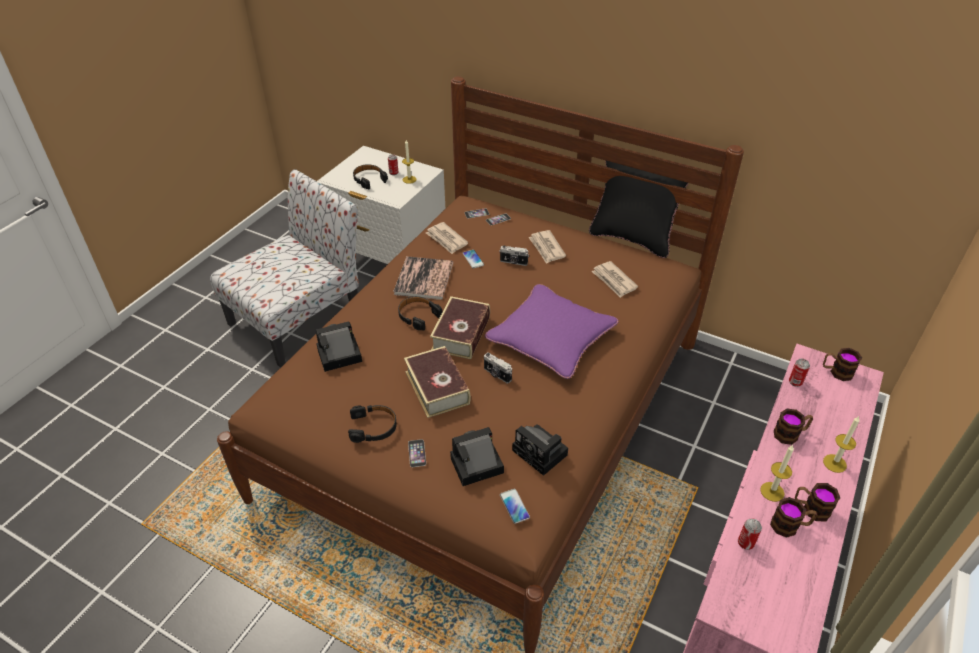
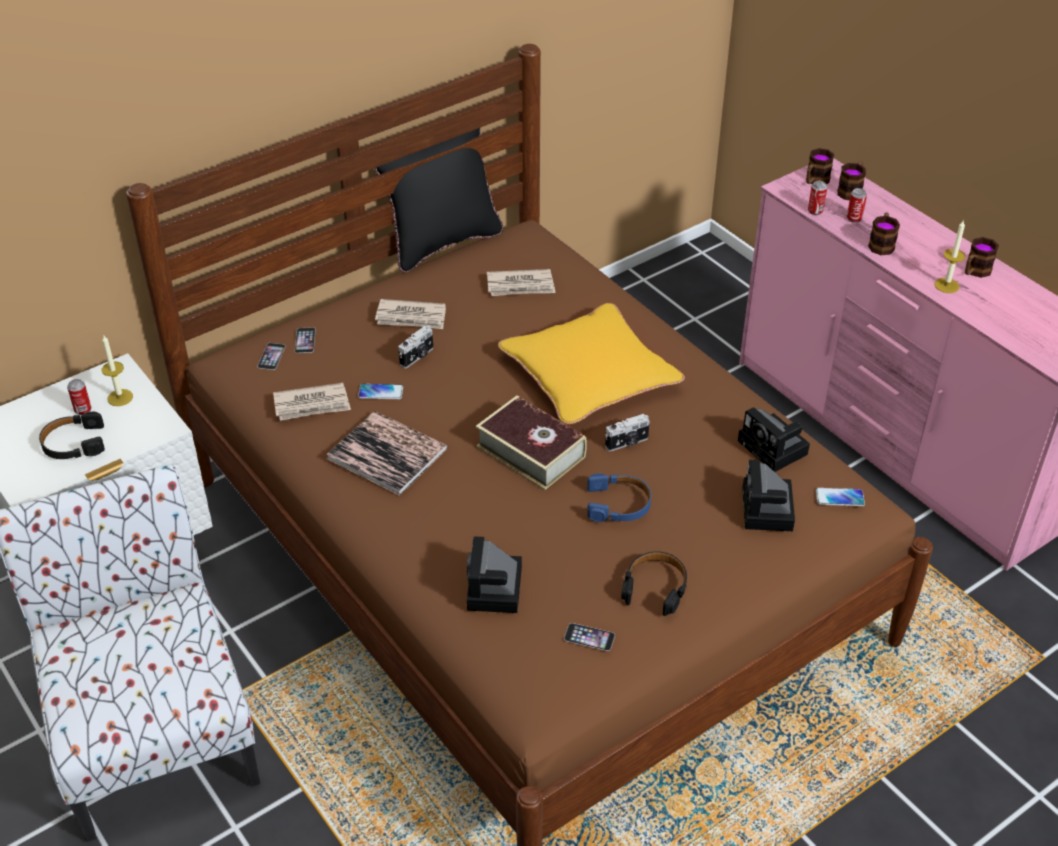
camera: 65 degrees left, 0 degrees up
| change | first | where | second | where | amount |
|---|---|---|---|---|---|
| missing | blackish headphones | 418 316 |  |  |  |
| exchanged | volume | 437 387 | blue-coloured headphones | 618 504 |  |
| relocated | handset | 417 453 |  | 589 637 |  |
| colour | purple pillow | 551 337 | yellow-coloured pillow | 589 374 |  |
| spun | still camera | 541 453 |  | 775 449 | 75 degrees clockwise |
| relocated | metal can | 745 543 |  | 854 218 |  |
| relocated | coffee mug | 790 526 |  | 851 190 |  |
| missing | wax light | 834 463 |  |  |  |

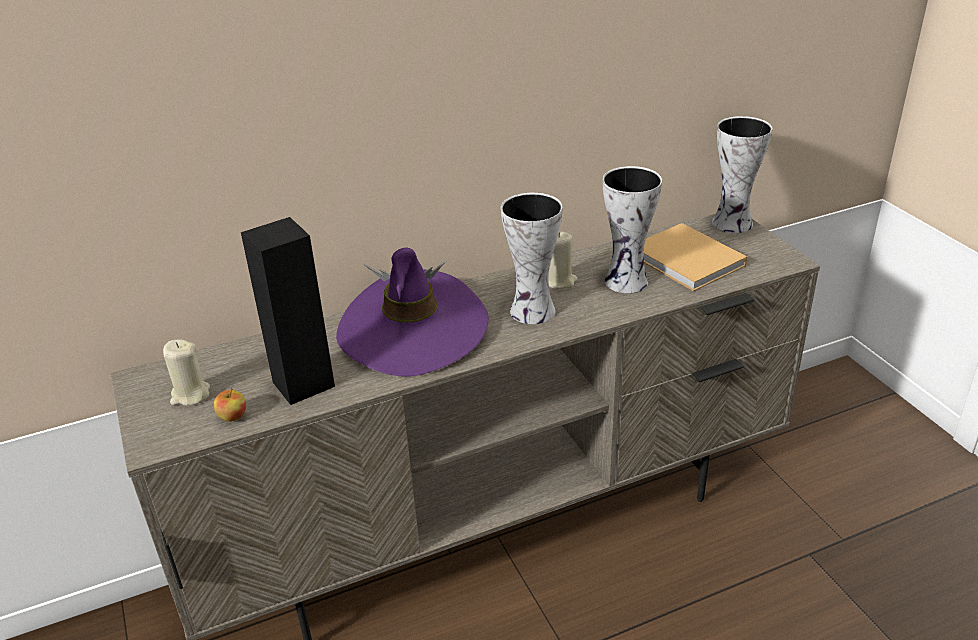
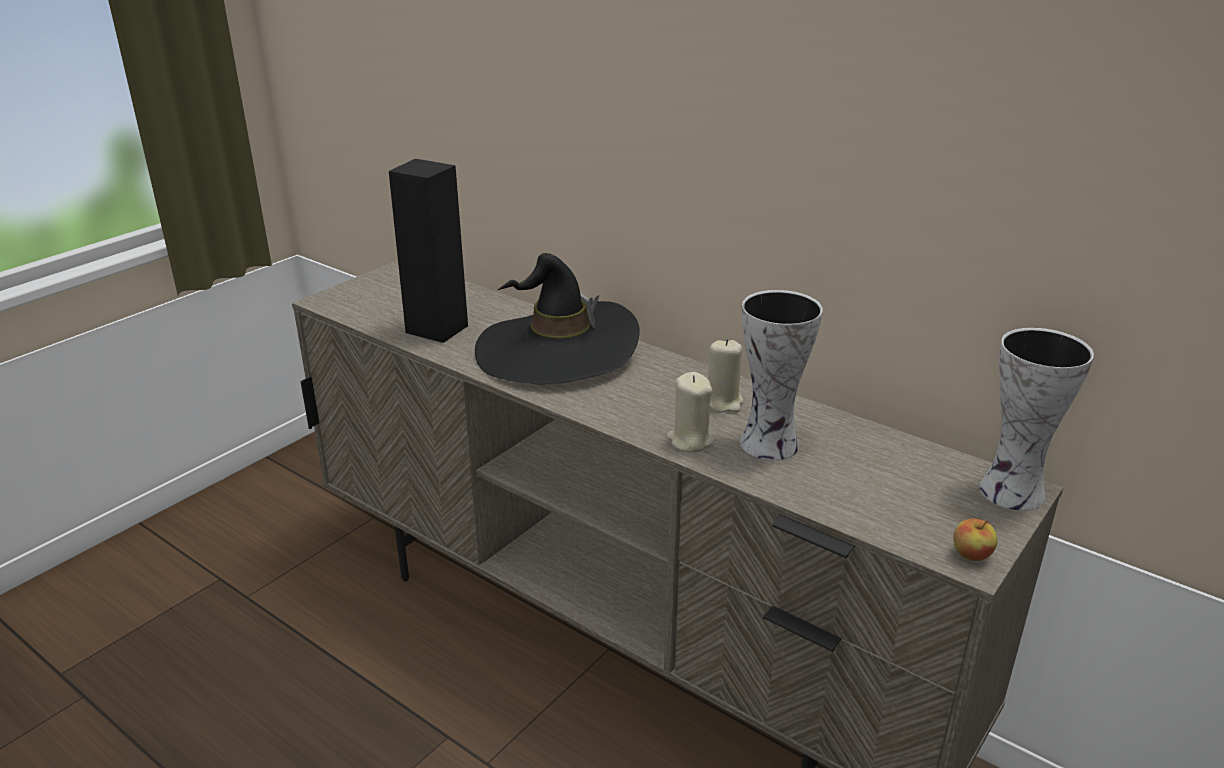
camera: 60 degrees right, 5 degrees down
| change | first | where | second | where | amount |
|---|---|---|---|---|---|
| relocated | sand-coloured wax light | 190 395 |  | 690 441 |  |
| relocated | whole apple | 233 417 |  | 971 555 |  |
| colour | purple hat | 412 330 | blackish hat | 557 351 |  |
| missing | flower vase | 530 312 |  |  |  |
| missing | sand-coloured volume | 689 261 |  |  |  |

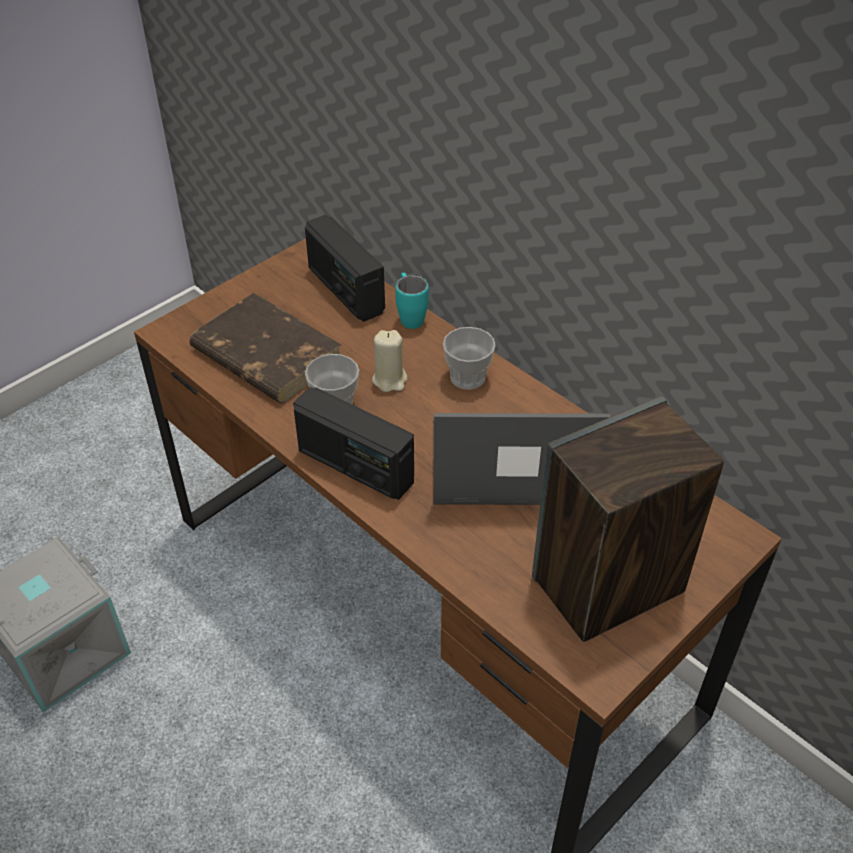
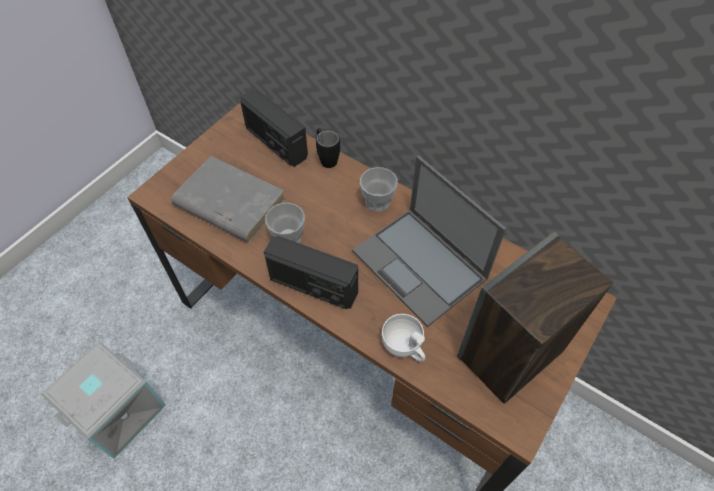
camera: 10 degrees left, 10 degrees up
| change | first | where | second | where | amount |
|---|---|---|---|---|---|
| colour | brown-coloured volume | 265 354 | grey volume | 229 203 |  |
| missing | sand-coloured wax light | 390 380 |  |  |  |
| colour | turquoise coffee mug | 410 316 | blackish coffee mug | 326 158 |  |
| spun | laptop | 508 461 |  | 420 265 | 120 degrees counterclockwise |
| appeared |  |  | white drinking cup | 404 347 |  |

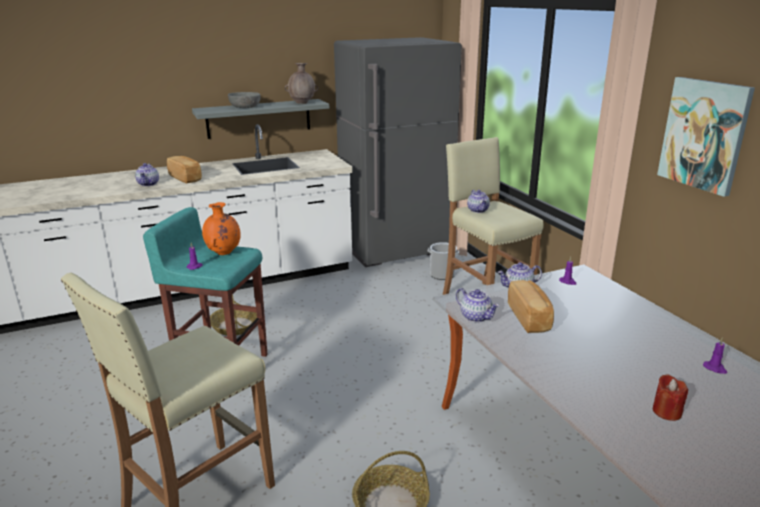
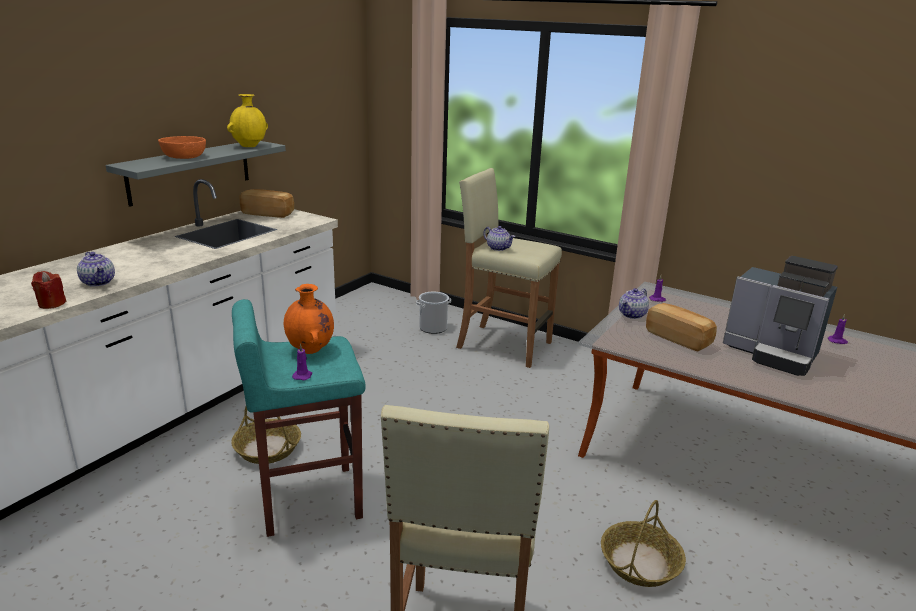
camera: 35 degrees left, 0 degrees up
| change | first | where | second | where | amount |
|---|---|---|---|---|---|
| relocated | bakery bread | 186 178 |  | 268 213 |  |
| colour | grey deep dish | 245 107 | orangey deep dish | 184 157 |  |
| colour | brown-coloured flower vase | 302 103 | yellow-coloured flower vase | 249 146 |  |
| missing | grey kitchen fridge | 396 252 |  |  |  |
| missing | teapot | 476 317 |  |  |  |
| relocated | reddish wax light | 666 412 |  | 51 304 |  |
| missing | wall picture | 704 134 |  |  |  |
| appeared |  |  | coffee maker | 772 354 |  |

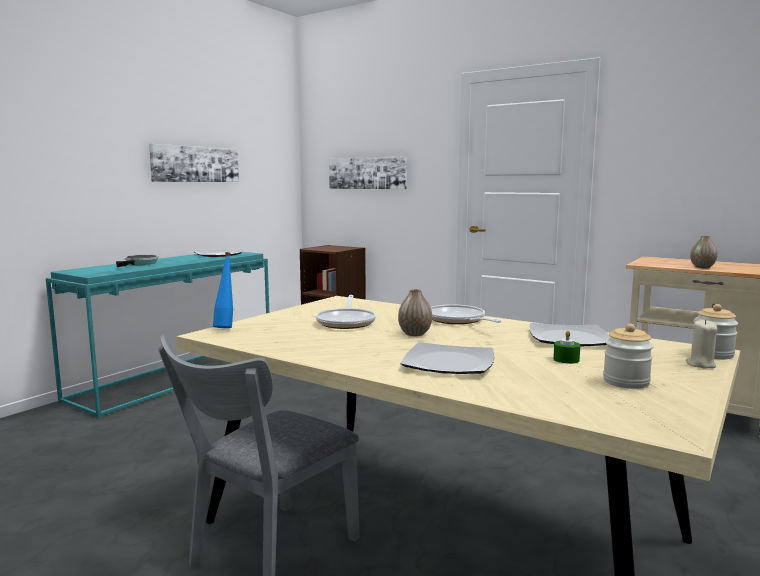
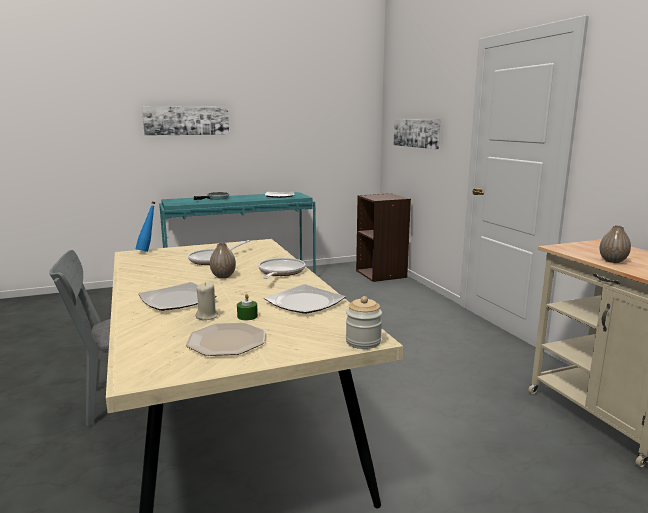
camera: 35 degrees right, 5 degrees up
| change | first | where | second | where | amount |
|---|---|---|---|---|---|
| relocated | wall picture | 195 164 |  | 186 120 |  |
| exchanged | jar | 626 382 | plate | 227 341 |  |
| relocated | sand-coloured wax light | 700 364 |  | 207 316 |  |

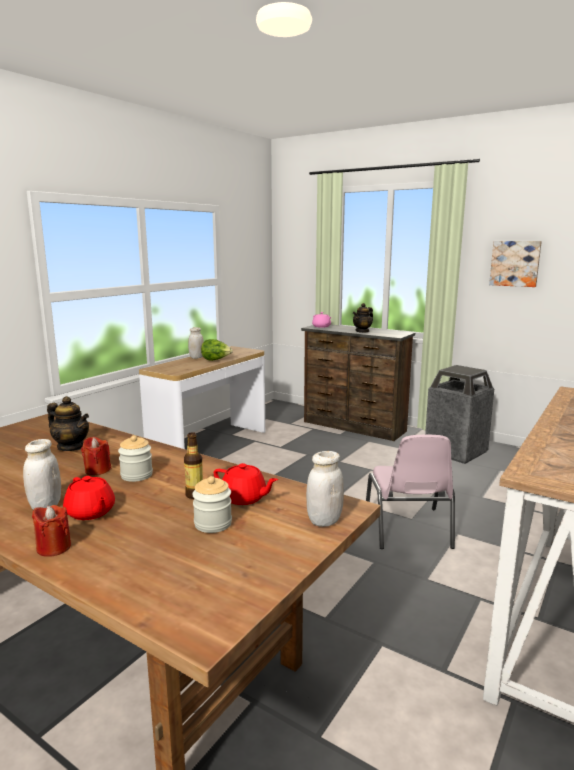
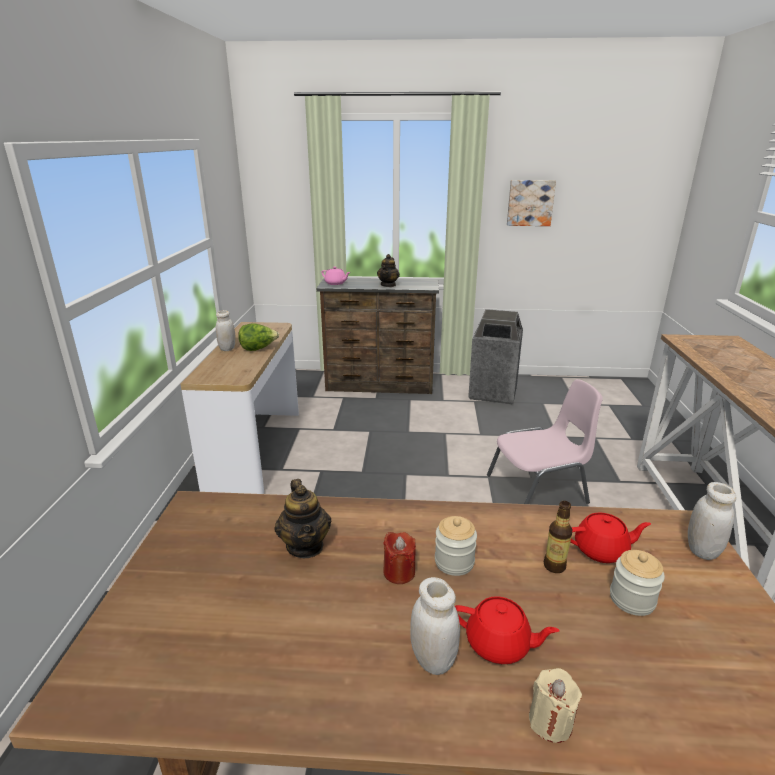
camera: 30 degrees left, 10 degrees up
| change | first | where | second | where | amount |
|---|---|---|---|---|---|
| colour | reddish wax light | 54 547 | sand-coloured wax light | 550 721 |  |
| spun | teapot | 71 447 |  | 305 546 | 75 degrees clockwise |
| spun | pink upright chair | 408 529 |  | 538 489 | 75 degrees counterclockwise |

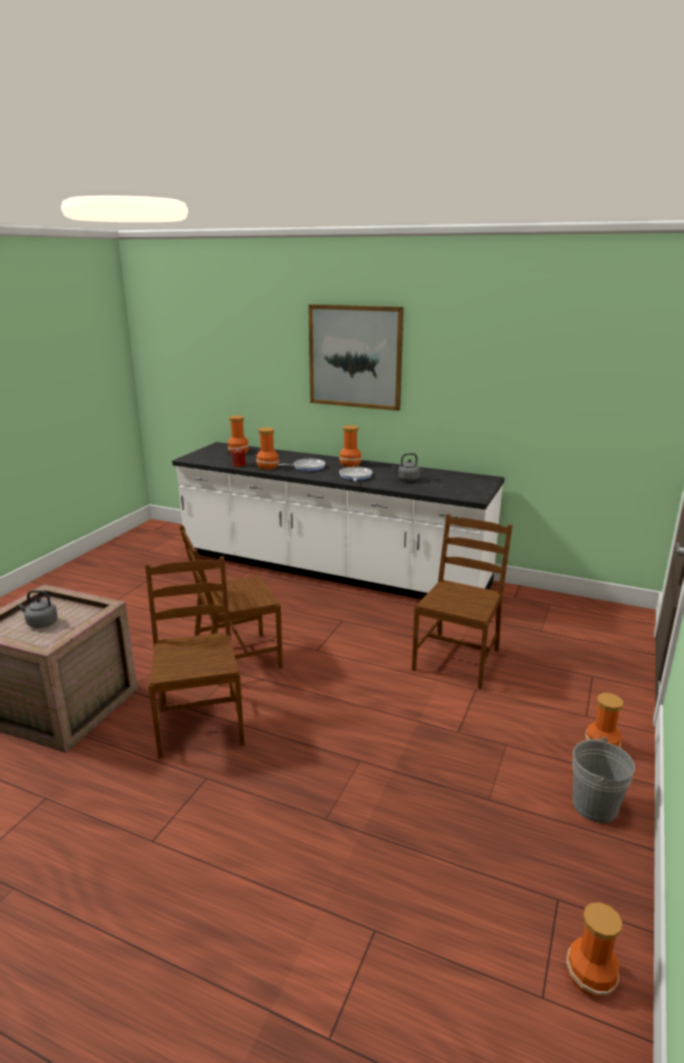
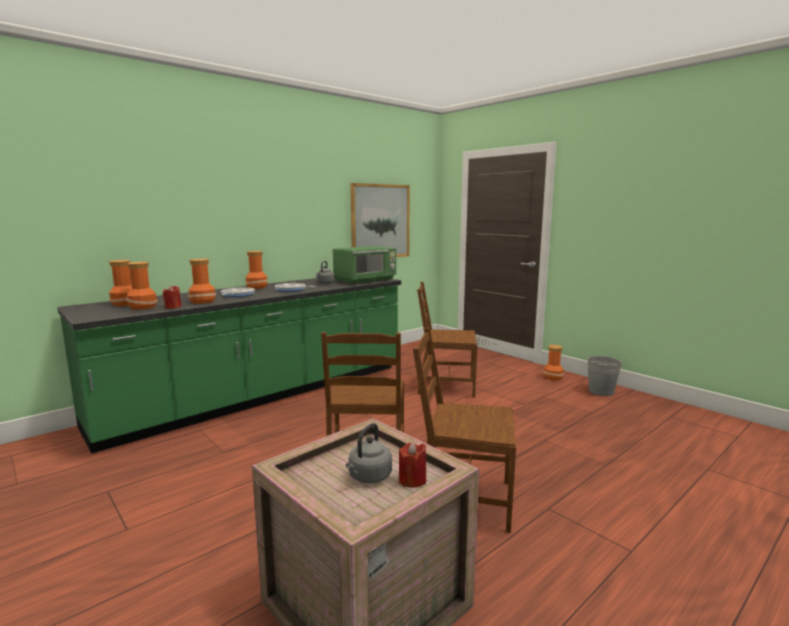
camera: 65 degrees left, 10 degrees down
| change | first | where | second | where | amount |
|---|---|---|---|---|---|
| colour | white kitchen counter | 332 570 | green kitchen counter | 262 394 |  |
| relocated | wall picture | 355 357 |  | 380 221 |  |
| spun | brown-coloured upright chair | 457 659 |  | 445 386 | 45 degrees counterclockwise |
| relocated | flower vase | 589 975 |  | 142 307 |  |
| appeared |  |  | green kitchen microwave | 366 280 |  |
| appeared |  |  | reddish wax light | 412 480 |  |

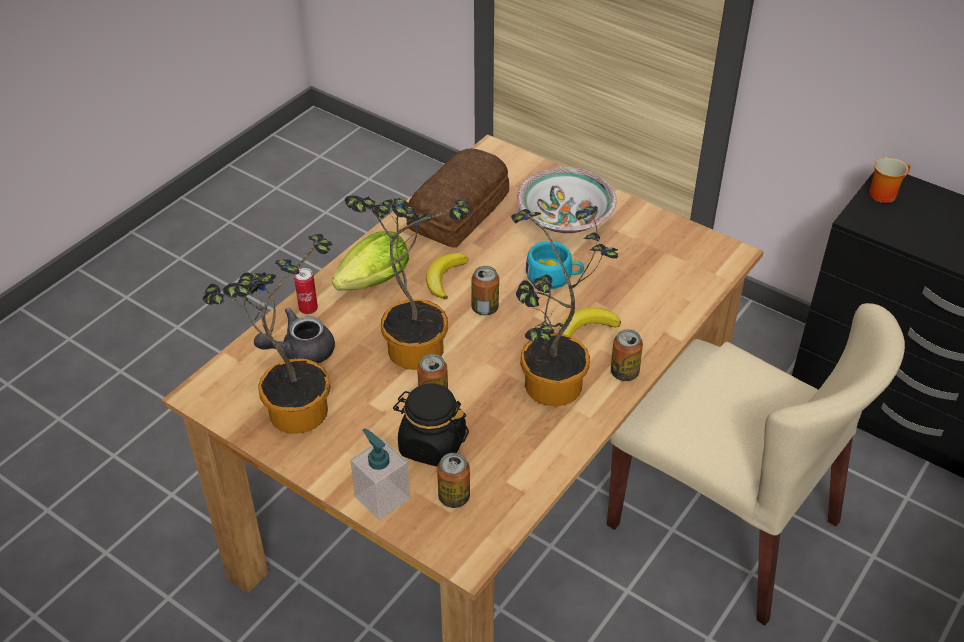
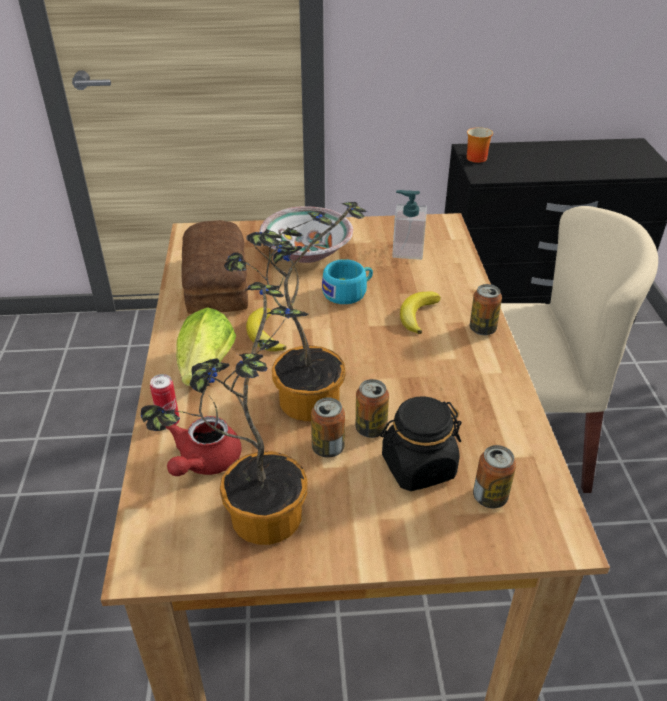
camera: 40 degrees left, 5 degrees down
| change | first | where | second | where | amount |
|---|---|---|---|---|---|
| colour | grey teapot | 300 352 | reddish teapot | 204 462 |  |
| relocated | liquid soap bottle | 382 497 |  | 407 251 |  |
| relocated | metal can | 485 308 |  | 328 448 |  |
| missing | houseplant | 549 392 |  |  |  |

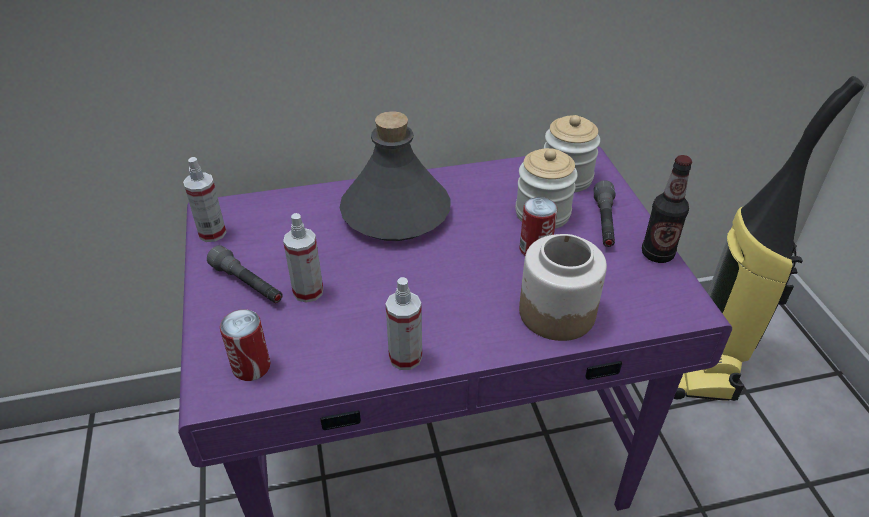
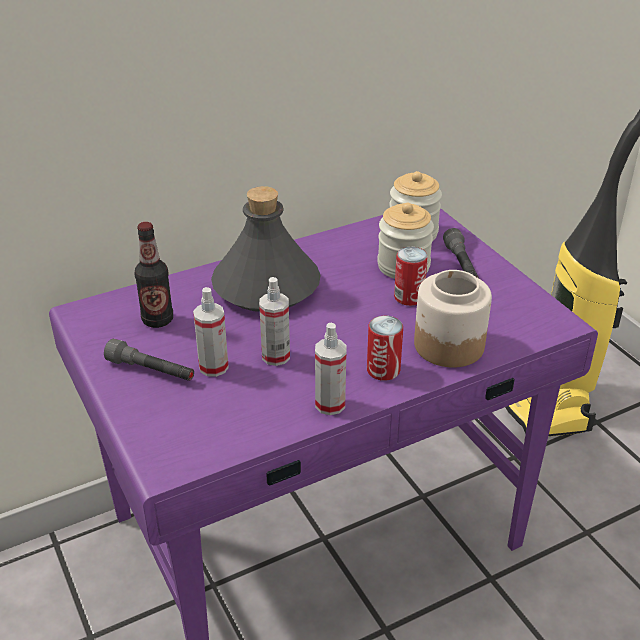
camera: 15 degrees left, 5 degrees down
| change | first | where | second | where | amount |
|---|---|---|---|---|---|
| relocated | spray bottle | 212 233 |  | 276 356 |  |
| relocated | metal can | 251 366 |  | 383 370 |  |
| relocated | bottle | 657 254 |  | 157 320 |  |

